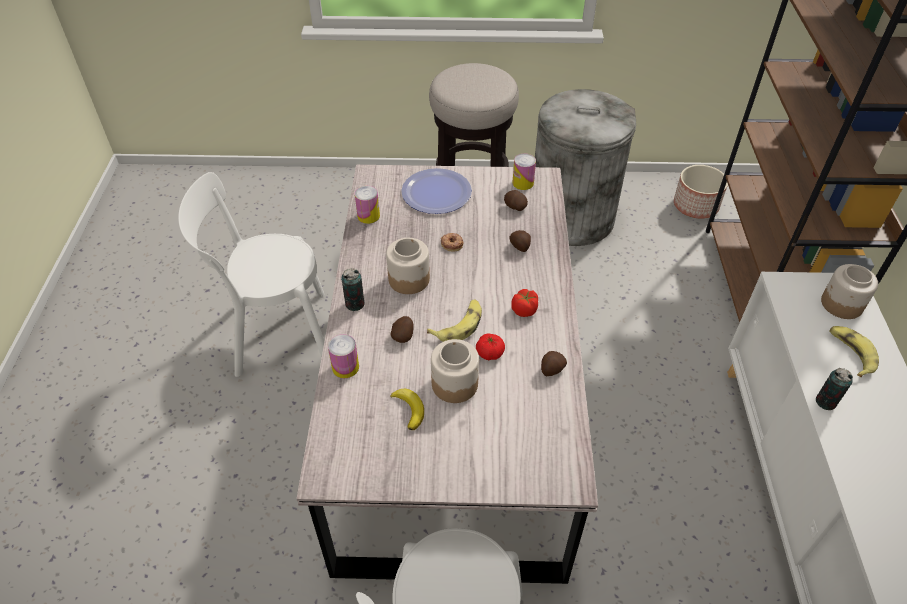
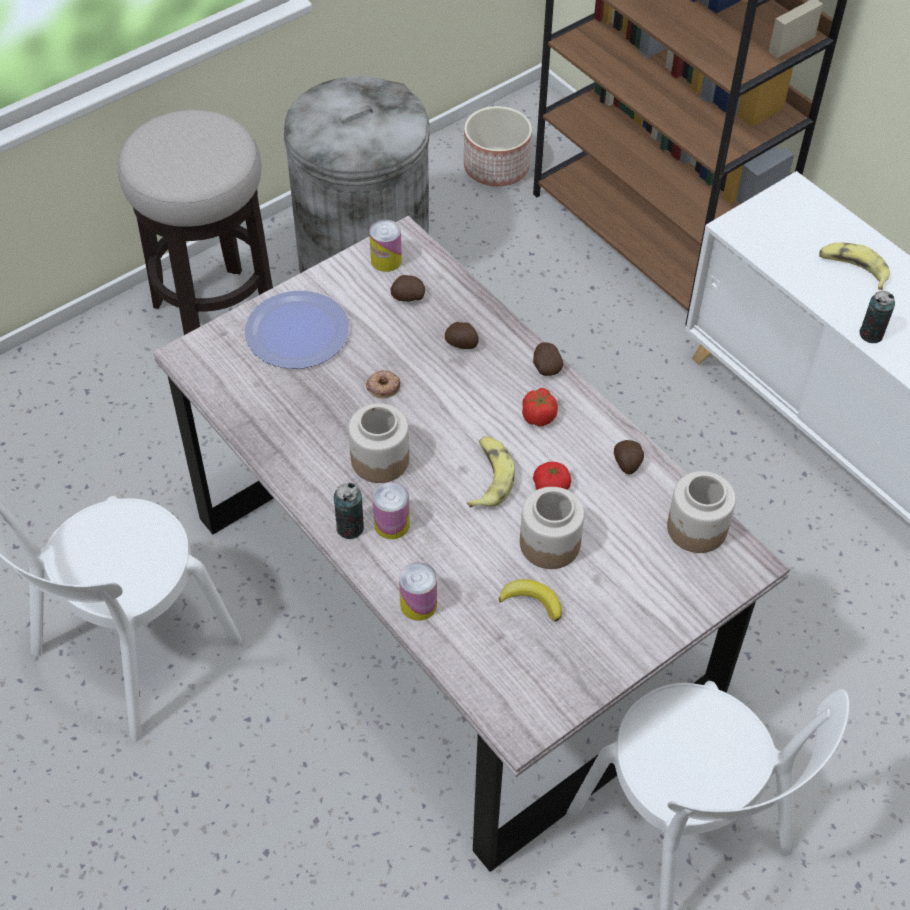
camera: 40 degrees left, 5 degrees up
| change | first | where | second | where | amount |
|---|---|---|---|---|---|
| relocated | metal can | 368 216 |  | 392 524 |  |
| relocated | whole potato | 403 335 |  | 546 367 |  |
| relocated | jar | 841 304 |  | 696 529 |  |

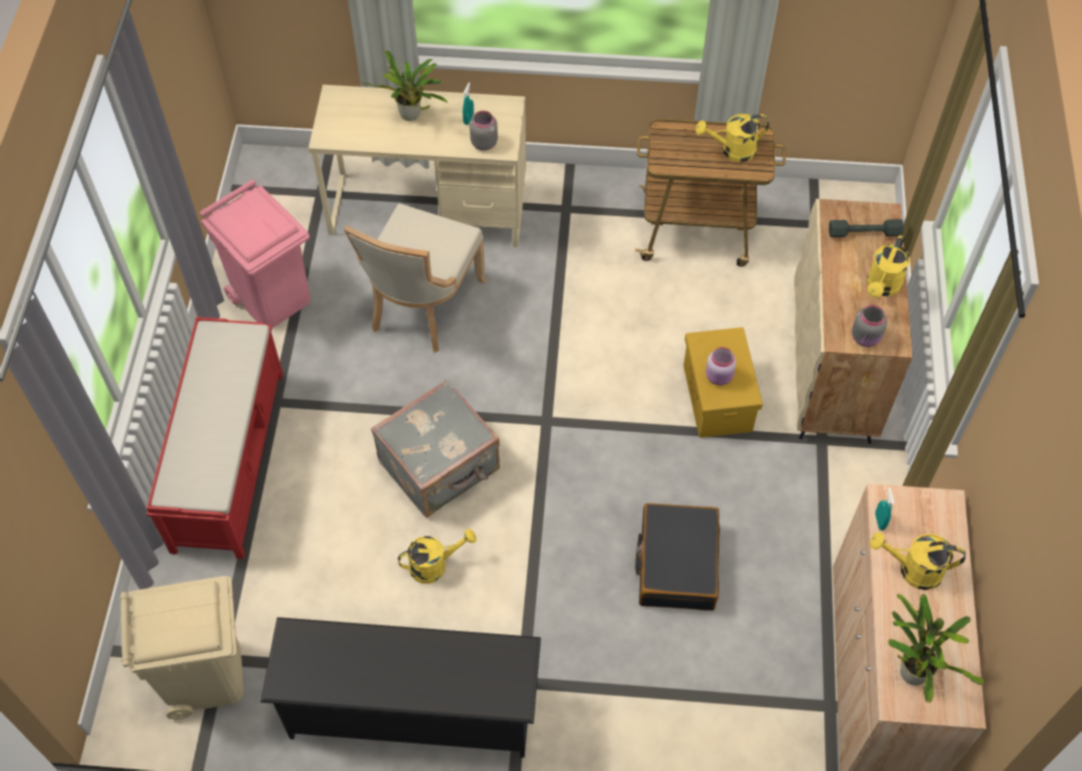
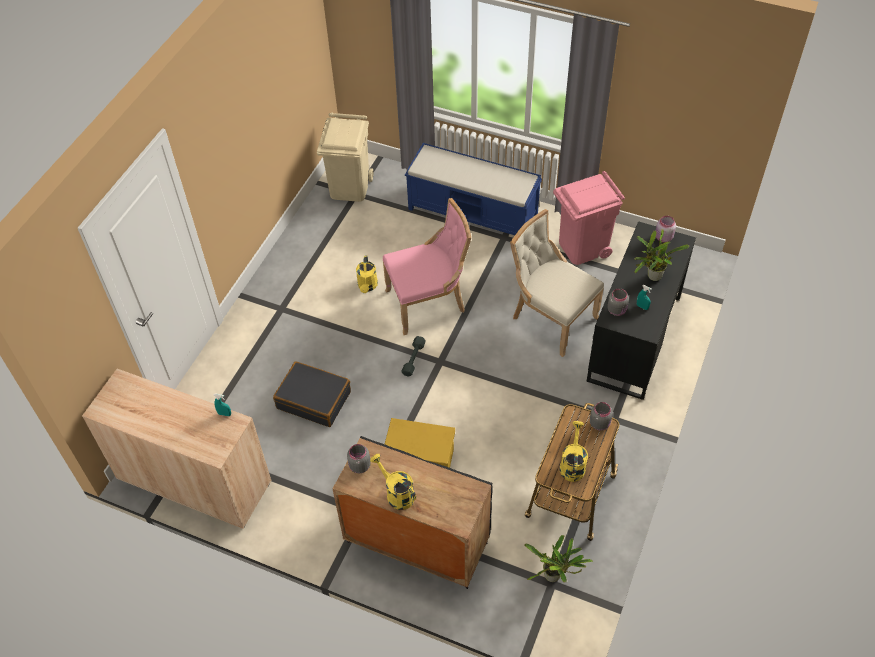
camera: 110 degrees right, 5 degrees down
| change | first | where | second | where | amount |
|---|---|---|---|---|---|
| colour | reddish long seat | 229 458 | blue-coloured long seat | 473 212 |  |
| missing | blackish shoe stand | 411 710 |  |  |  |
| colour | sand-coloured desk | 428 210 | blackish desk | 634 338 |  |
| exchanged | grey travel case | 441 467 | pink upright chair | 429 302 |  |
| relocated | pink jar | 719 377 |  | 663 238 |  |
| colour | sand-coloured cabinet | 833 368 | blackish cabinet | 416 542 |  |
| relocated | grey free weight | 864 232 |  | 413 359 |  |
| missing | yellow-coloured watering can | 912 570 |  |  |  |
| relocated | houseplant | 912 670 |  | 554 576 |  |
| appeared |  |  | grey jar | 600 423 |  |

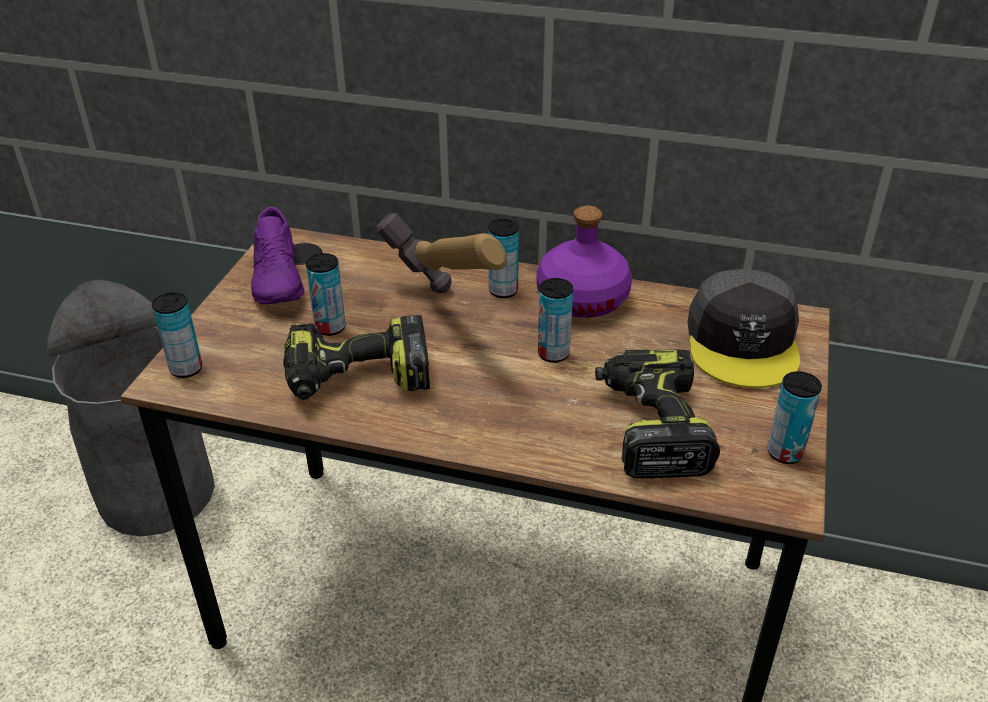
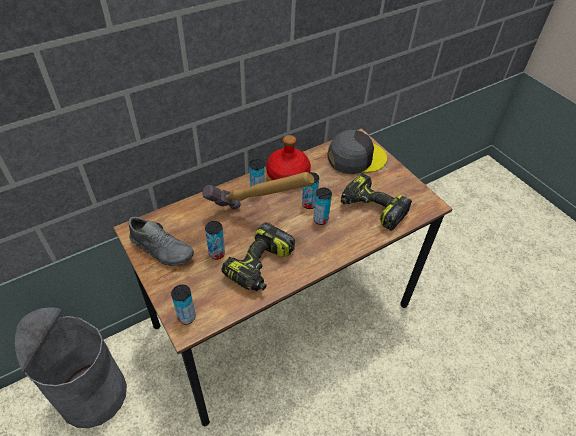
camera: 50 degrees left, 10 degrees up
| change | first | where | second | where | amount |
|---|---|---|---|---|---|
| colour | purple item of footwear | 279 279 | grey item of footwear | 162 249 |  |
| colour | purple bottle | 582 298 | reddish bottle | 287 175 |  |
| spun | grey cap | 743 342 |  | 356 157 | 60 degrees counterclockwise |
| relocated | metal can | 785 453 |  | 320 219 |  |

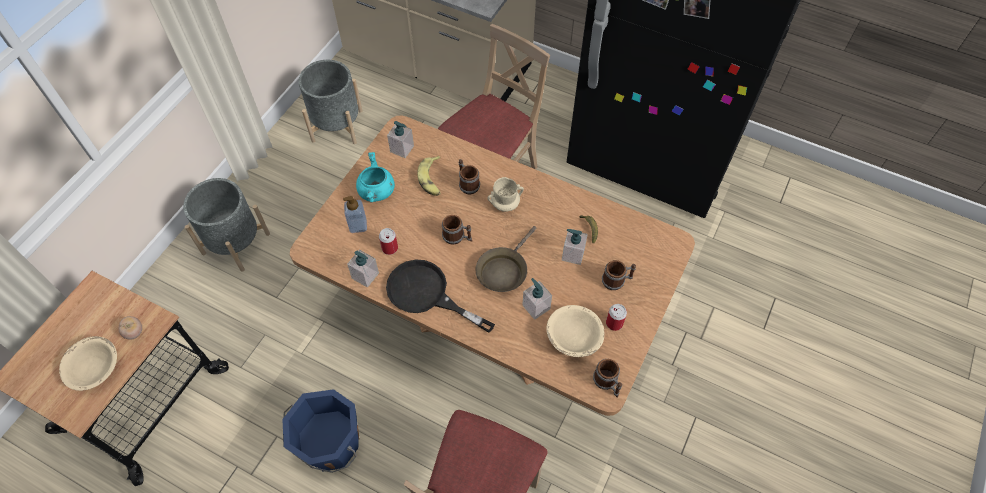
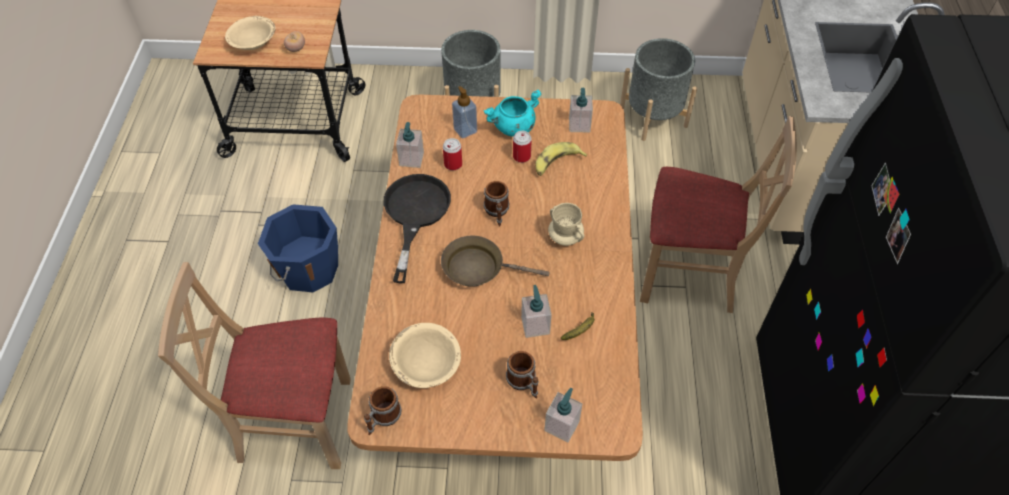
camera: 65 degrees right, 5 degrees down
| change | first | where | second | where | amount |
|---|---|---|---|---|---|
| missing | coffee mug | 467 184 |  |  |  |
| relocated | liquid soap bottle | 536 307 |  | 562 425 |  |
| relocated | metal can | 614 323 |  | 521 156 |  |

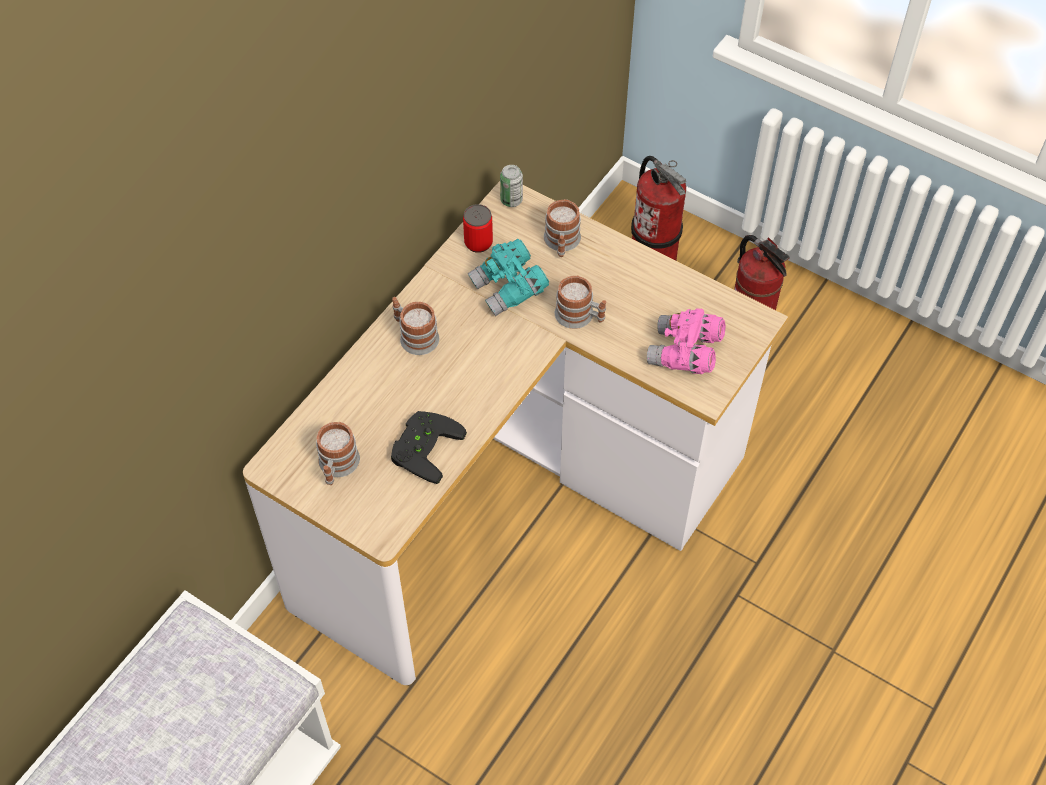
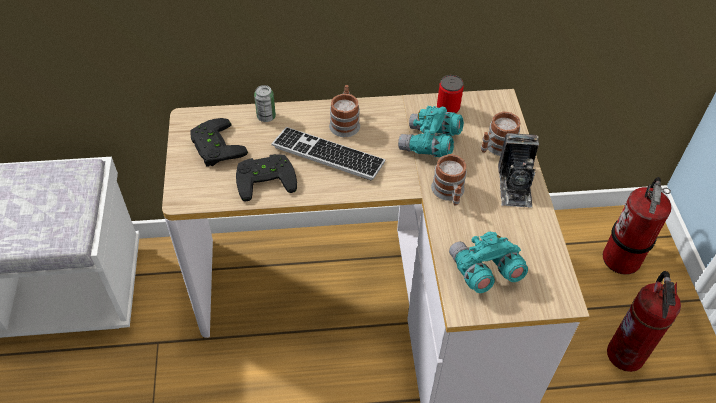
camera: 50 degrees right, 5 degrees down
| change | first | where | second | where | amount |
|---|---|---|---|---|---|
| exchanged | coffee mug | 337 466 | blackish joypad | 214 147 |  |
| relocated | metal can | 511 200 |  | 266 116 |  |
| colour | pink pair of binoculars | 685 353 | turquoise pair of binoculars | 484 271 |  |
| appeared |  |  | computer keyboard | 328 155 |  |
| appeared |  |  | still camera | 515 185 |  |

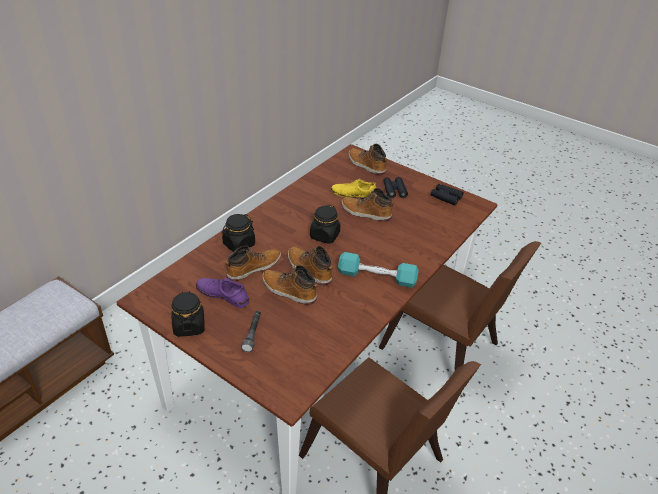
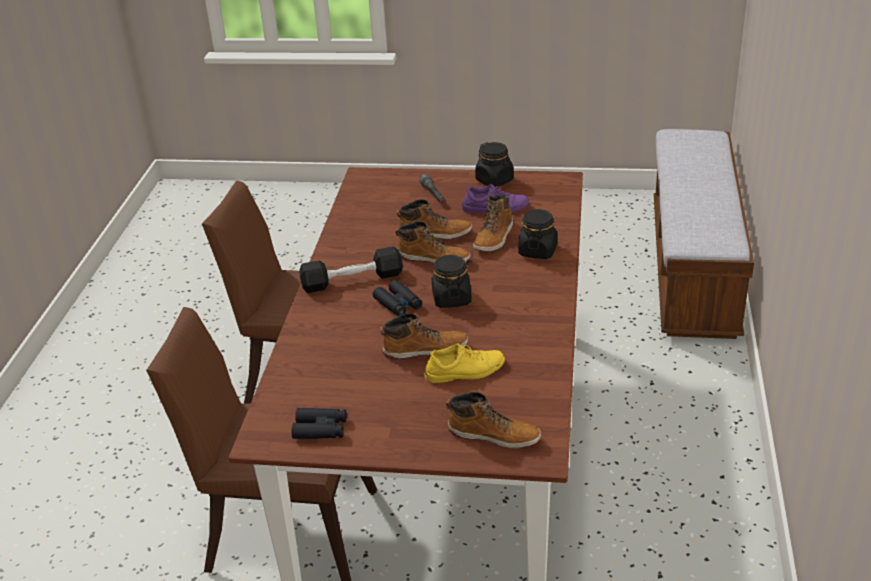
camera: 155 degrees right, 5 degrees down
| change | first | where | second | where | amount |
|---|---|---|---|---|---|
| colour | turquoise free weight | 377 277 | blackish free weight | 352 280 |  |
| relocated | blackish pair of binoculars | 394 190 |  | 398 304 |  |

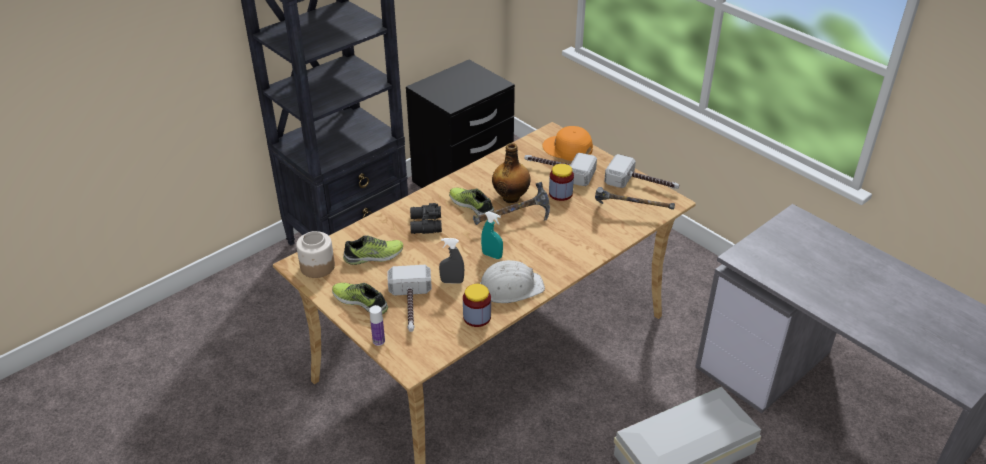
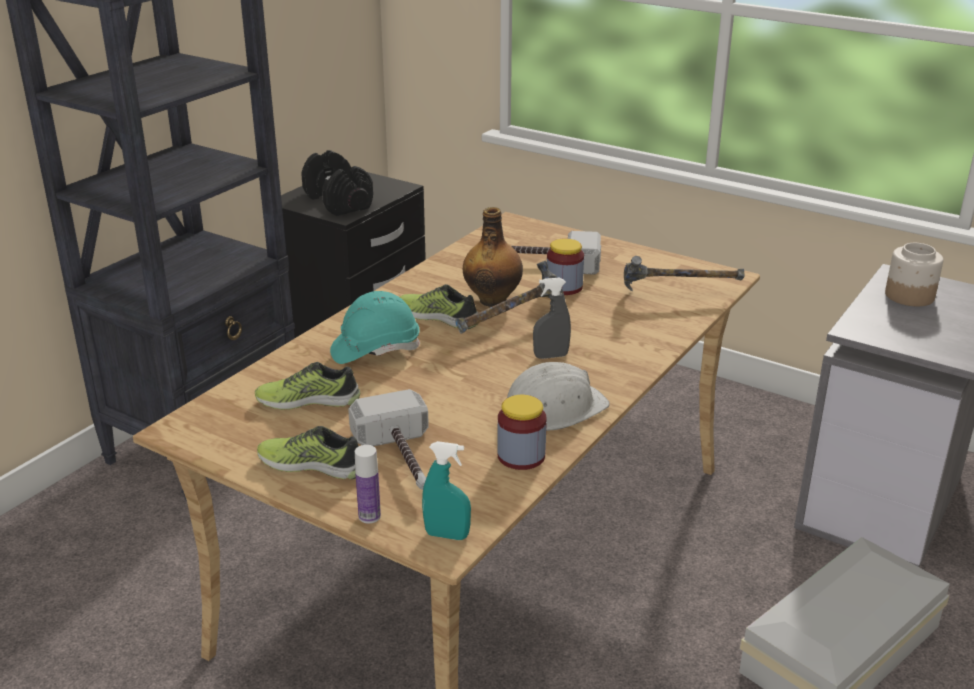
camera: 15 degrees left, 10 degrees down
| change | first | where | second | where | amount |
|---|---|---|---|---|---|
| relocated | jar | 317 266 |  | 908 296 |  |
| spun | item of footwear | 374 256 |  | 308 400 | 150 degrees counterclockwise |
| exchanged | blackish pair of binoculars | 425 225 | turquoise safety helmet | 375 349 |  |
| relocated | grey spray bottle | 452 281 |  | 551 356 |  |
| relocated | turquoise spray bottle | 492 255 |  | 447 535 |  |
| missing | orangey cap | 567 149 |  |  |  |
| missing | hand hammer | 642 184 |  |  |  |
| appeared |  |  | blackish free weight | 339 202 |  |

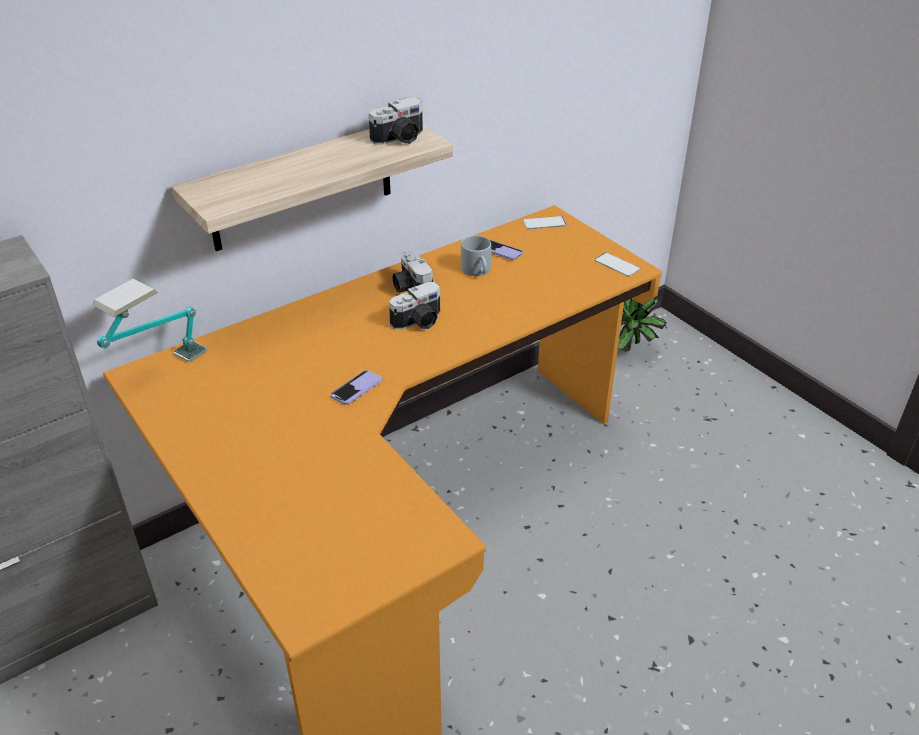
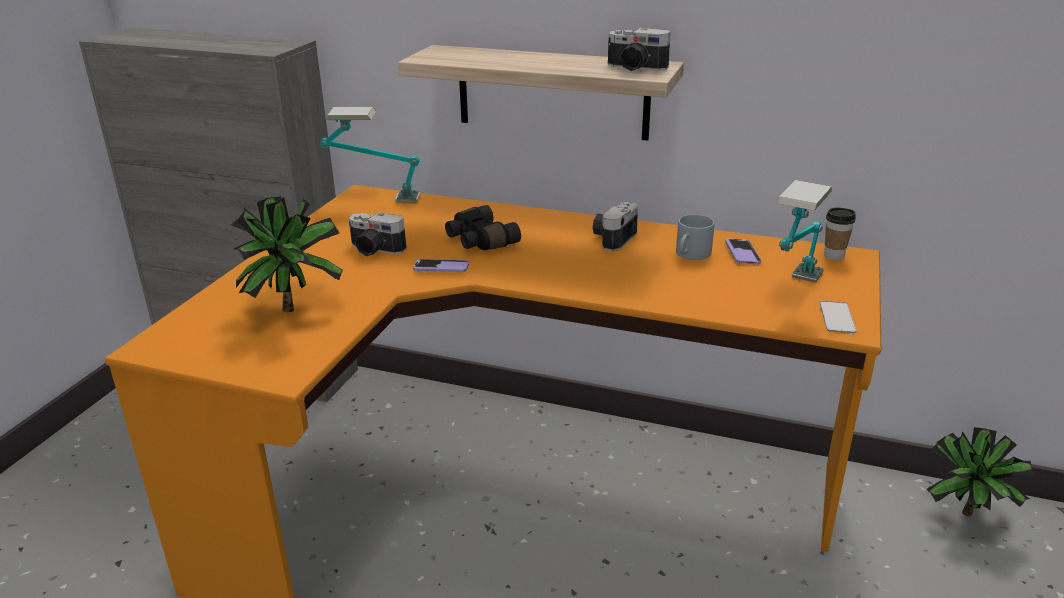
camera: 55 degrees right, 10 degrees down
| change | first | where | second | where | amount |
|---|---|---|---|---|---|
| relocated | still camera | 419 322 |  | 375 250 |  |
| exchanged | handset | 544 223 | drinking cup | 834 256 |  |
| appeared |  |  | houseplant | 294 307 |  |
| appeared |  |  | blackish pair of binoculars | 479 240 |  |
| appeared |  |  | table lamp | 794 291 |  |

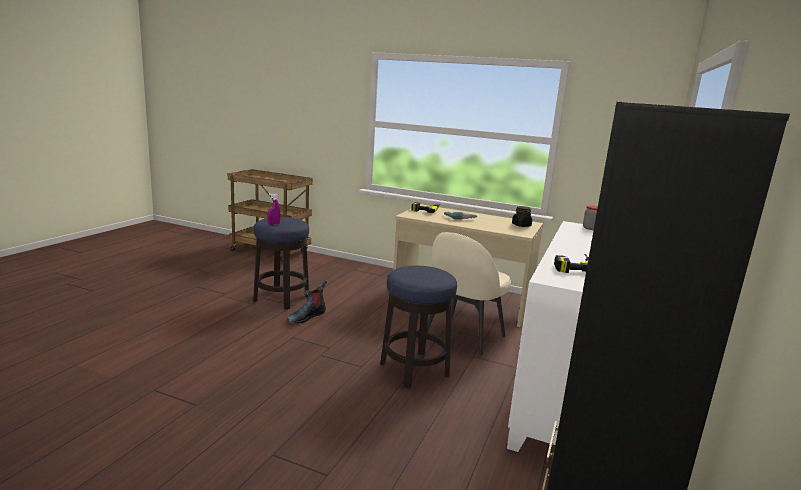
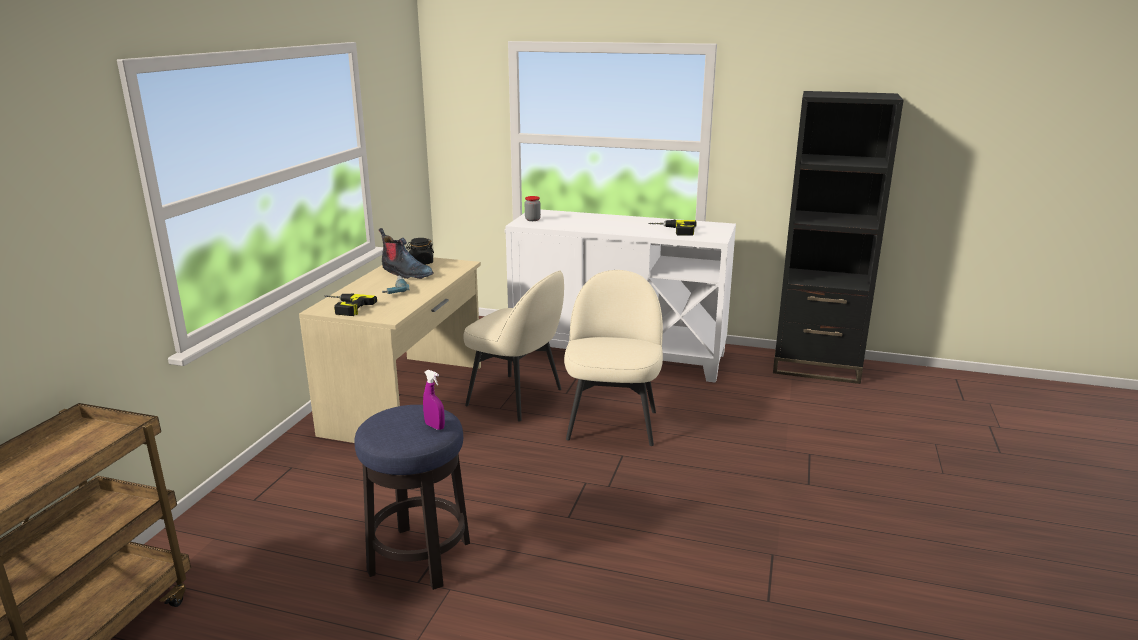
camera: 95 degrees left, 5 degrees up
| change | first | where | second | where | amount |
|---|---|---|---|---|---|
| relocated | high-top boot | 306 317 |  | 405 273 |  |
| exchanged | stool | 414 370 | sand-coloured upright chair | 612 423 |  |

